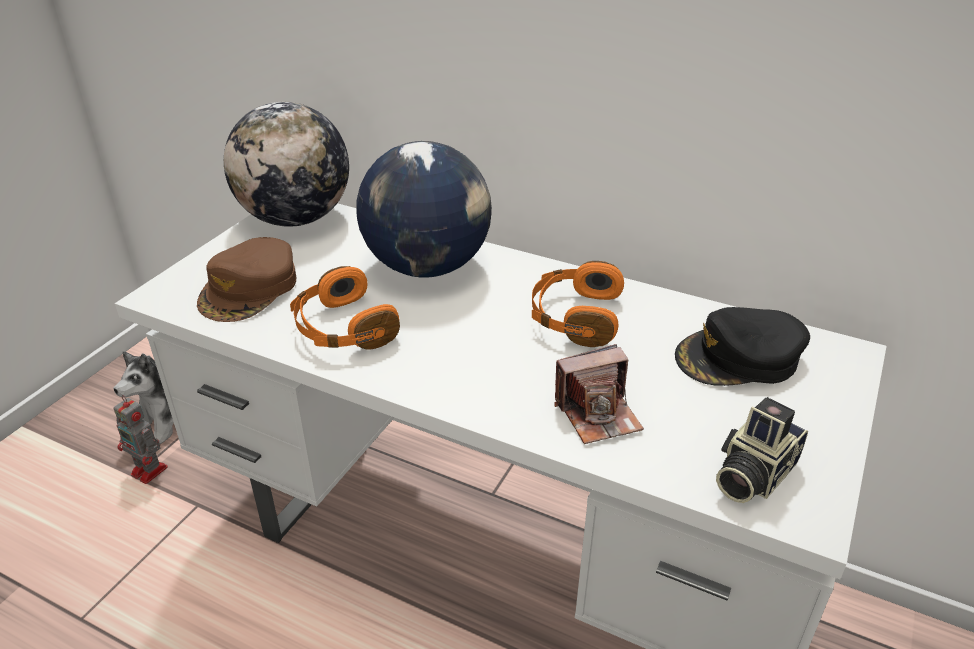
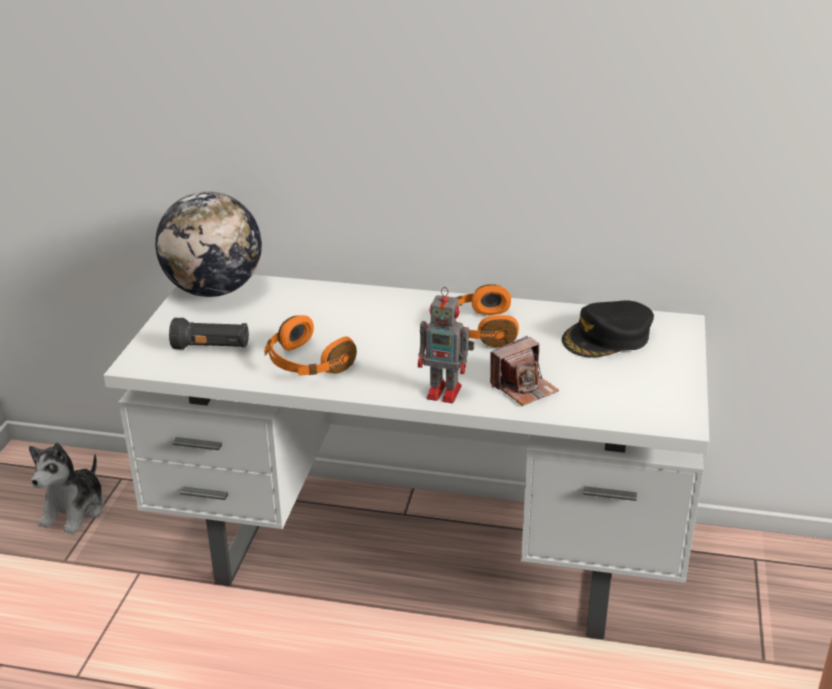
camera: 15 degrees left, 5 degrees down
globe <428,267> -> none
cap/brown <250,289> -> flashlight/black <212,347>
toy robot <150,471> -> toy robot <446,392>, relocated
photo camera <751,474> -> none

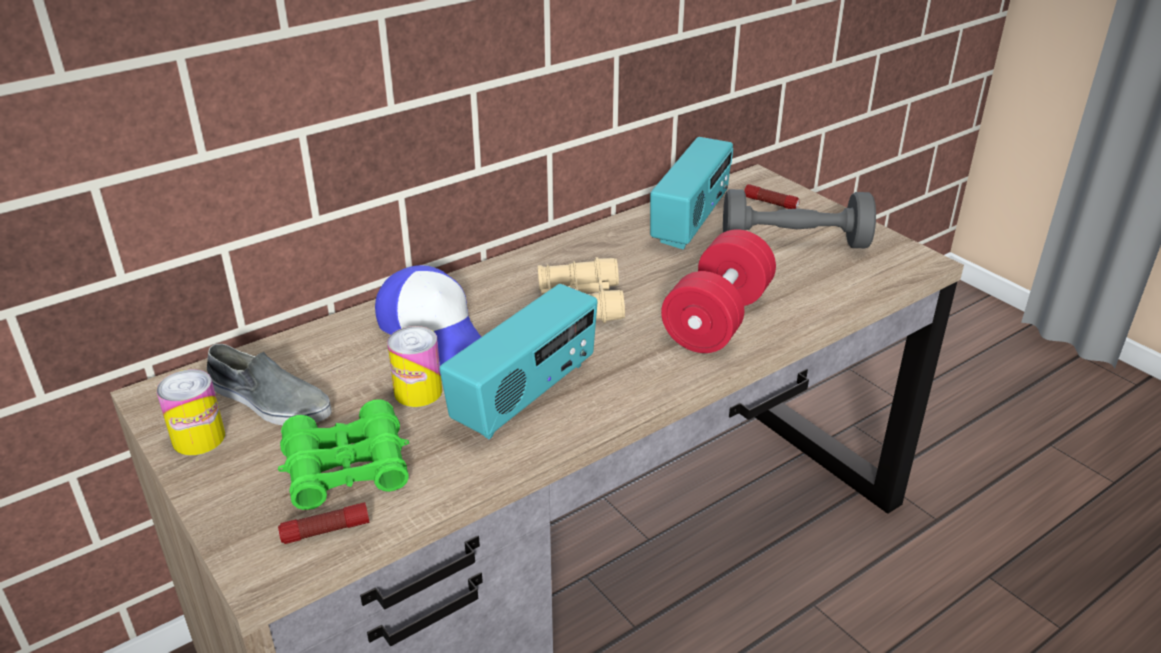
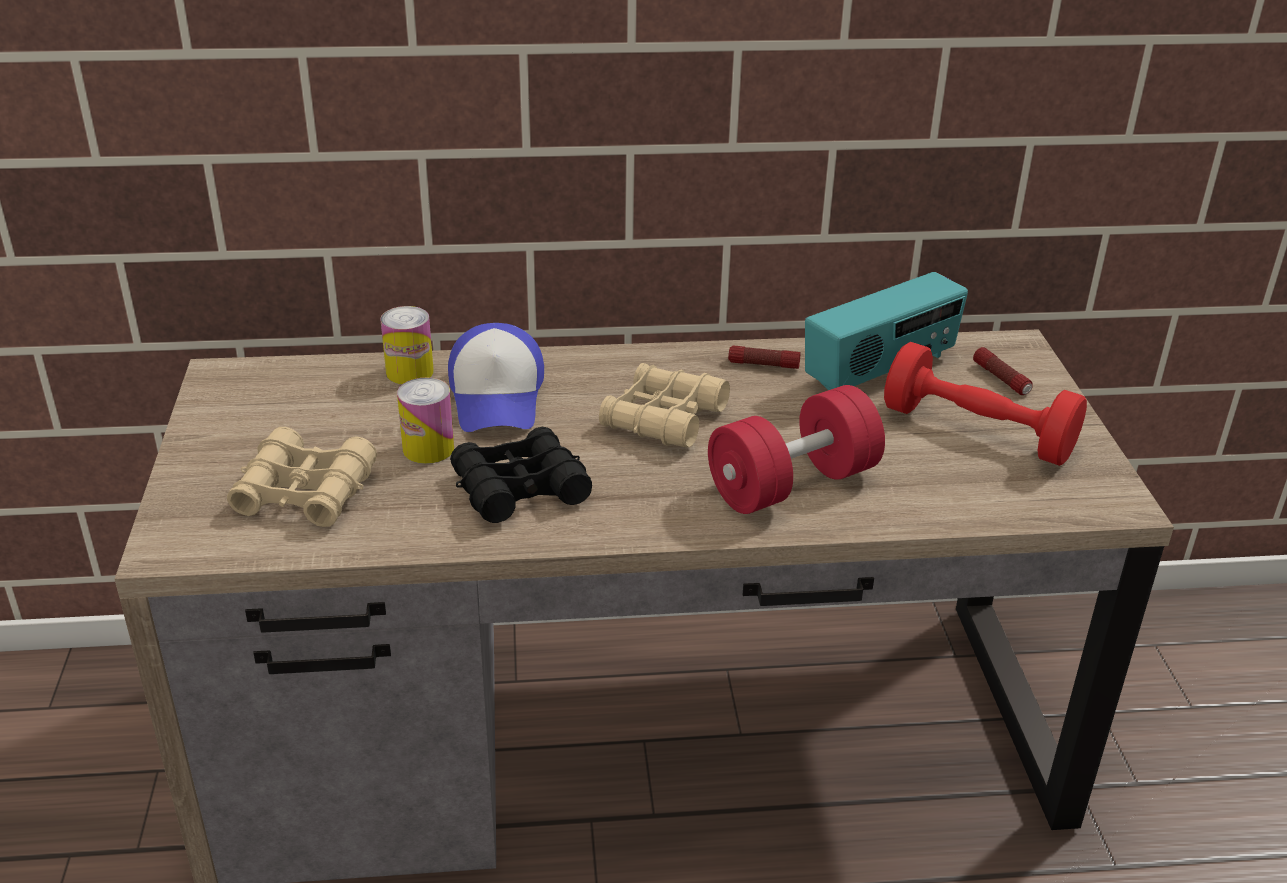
camera: 30 degrees right, 0 degrees up
dumbbell/grey <794,243> -> dumbbell/red <977,432>
radio <526,396> -> binoculars/black <520,488>
shoe/grey <269,401> -> none
can <198,438> -> can <409,372>, relocated
binoculars/green <347,468> -> binoculars/beige <305,493>
flashlight <325,531> -> flashlight <763,365>, relocated

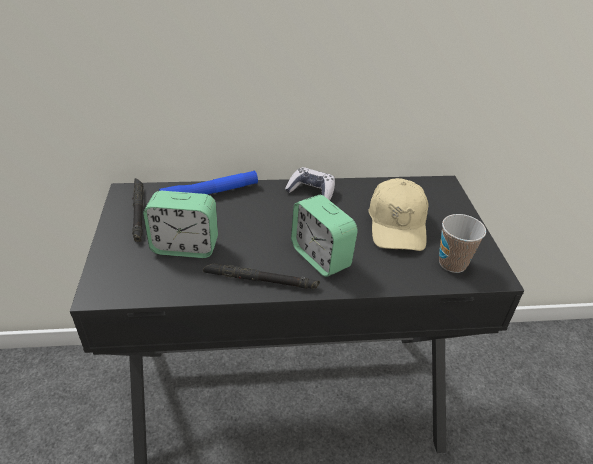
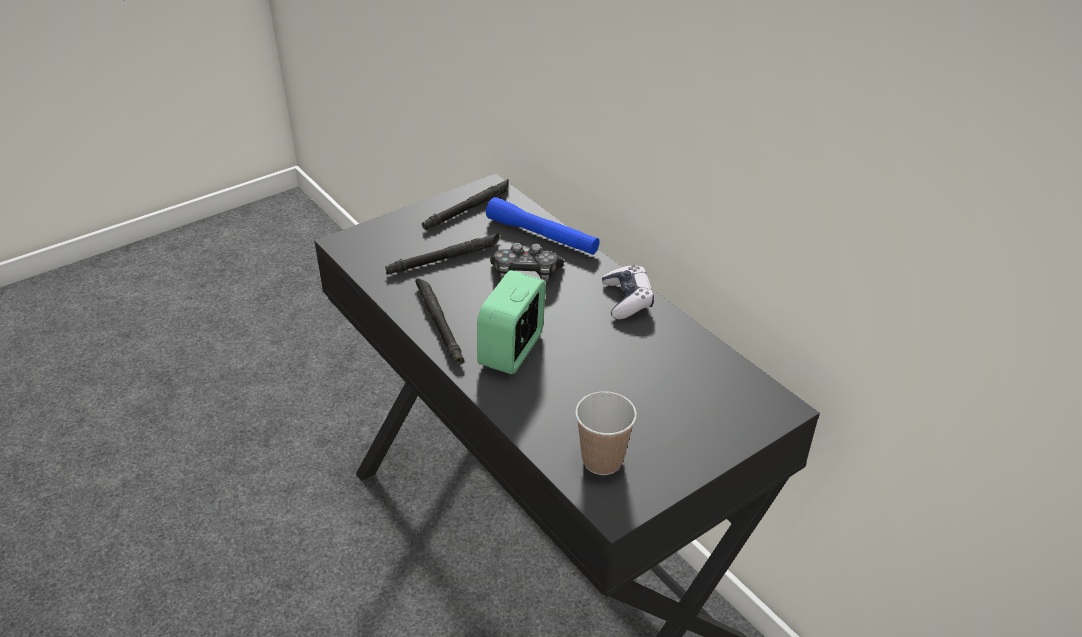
camera: 60 degrees right, 0 degrees up
cap/beige <397,224> -> none
alarm clock <185,247> -> flashlight/black <444,258>
none -> game controller <526,273>

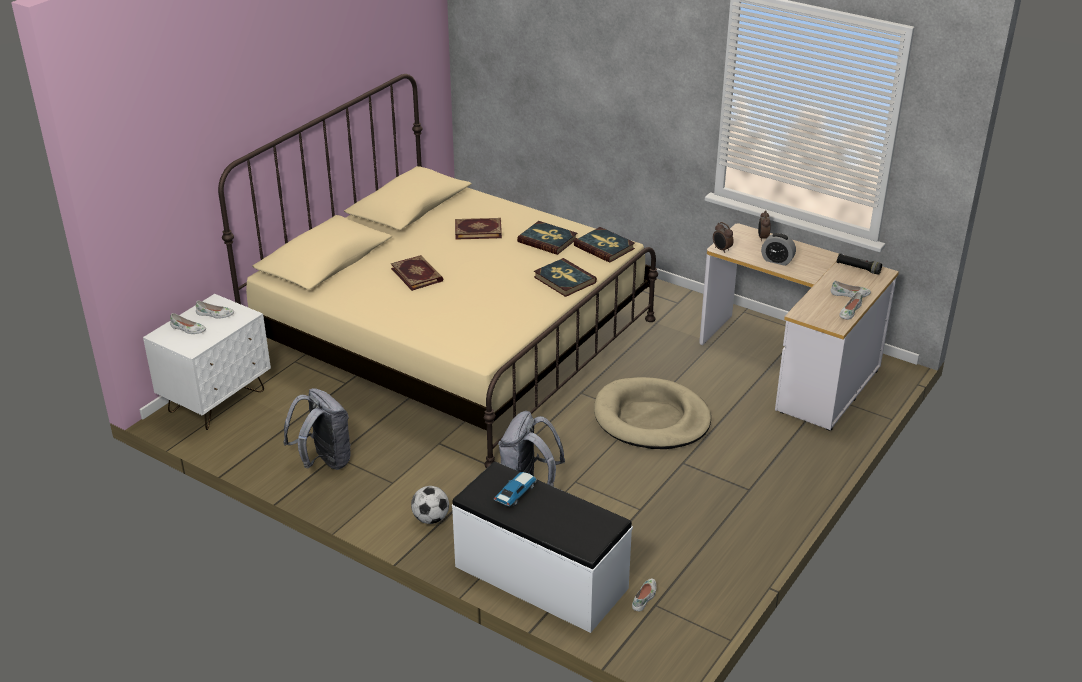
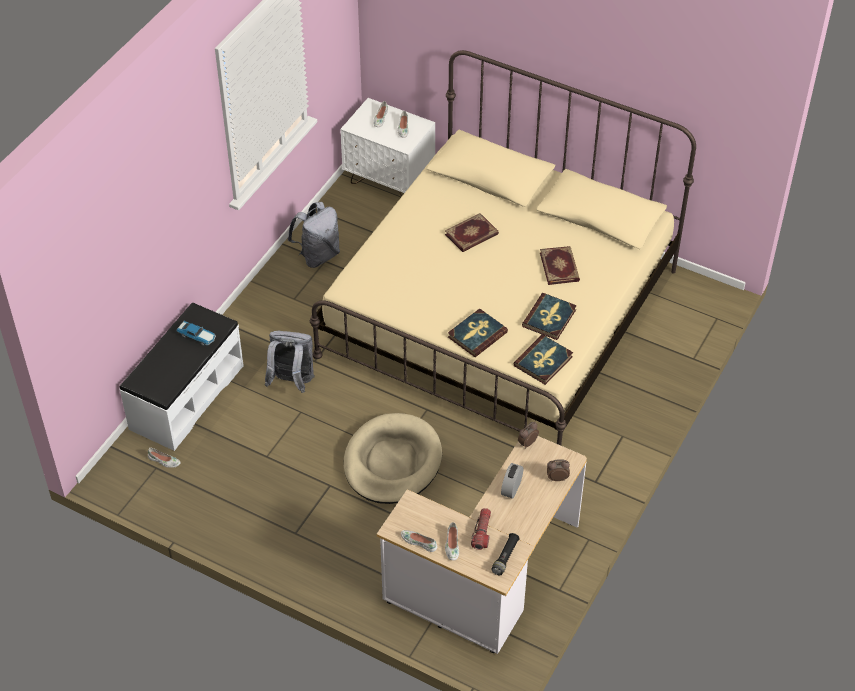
camera: 85 degrees right, 15 degrees up
football <431,519> -> none
none -> flashlight <482,532>

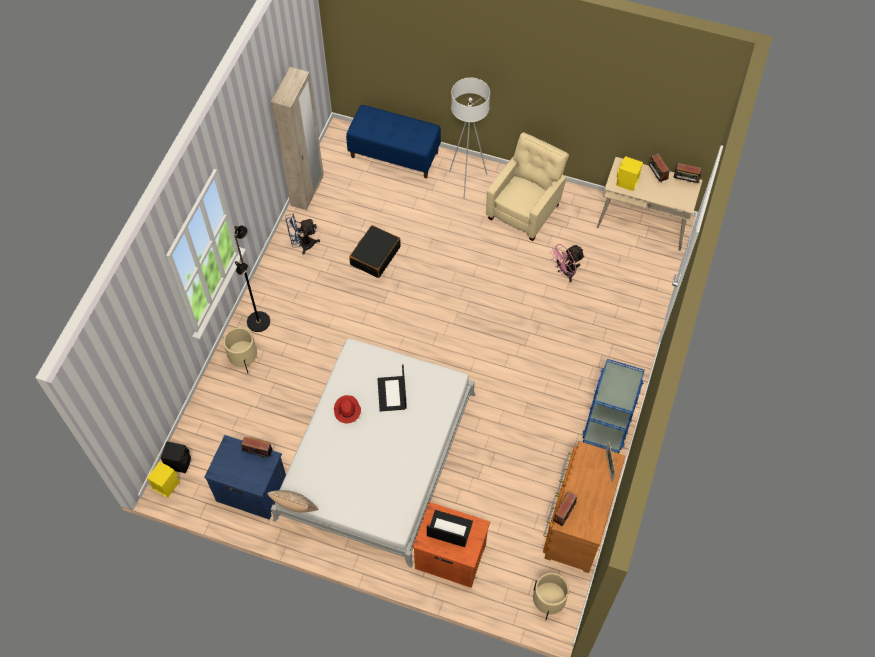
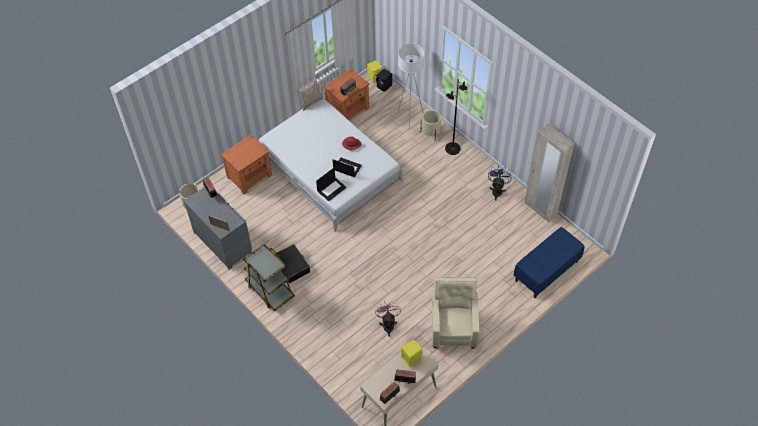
camera: 120 degrees right, 5 degrees down
floor lamp/white <467,181> -> floor lamp/white <410,117>, relocated
armchair/beige <525,210> -> armchair/beige <453,327>, 150 degrees counterclockwise
suitcase/black <375,255> -> suitcase/black <292,266>, relocated
cart/blue <608,421> -> cart/brown <270,290>
nightstand/blue <251,489> -> nightstand/orange <348,109>
dresser/brown <576,523> -> dresser/grey <223,241>
laptop <449,529> -> laptop <331,189>, relocated

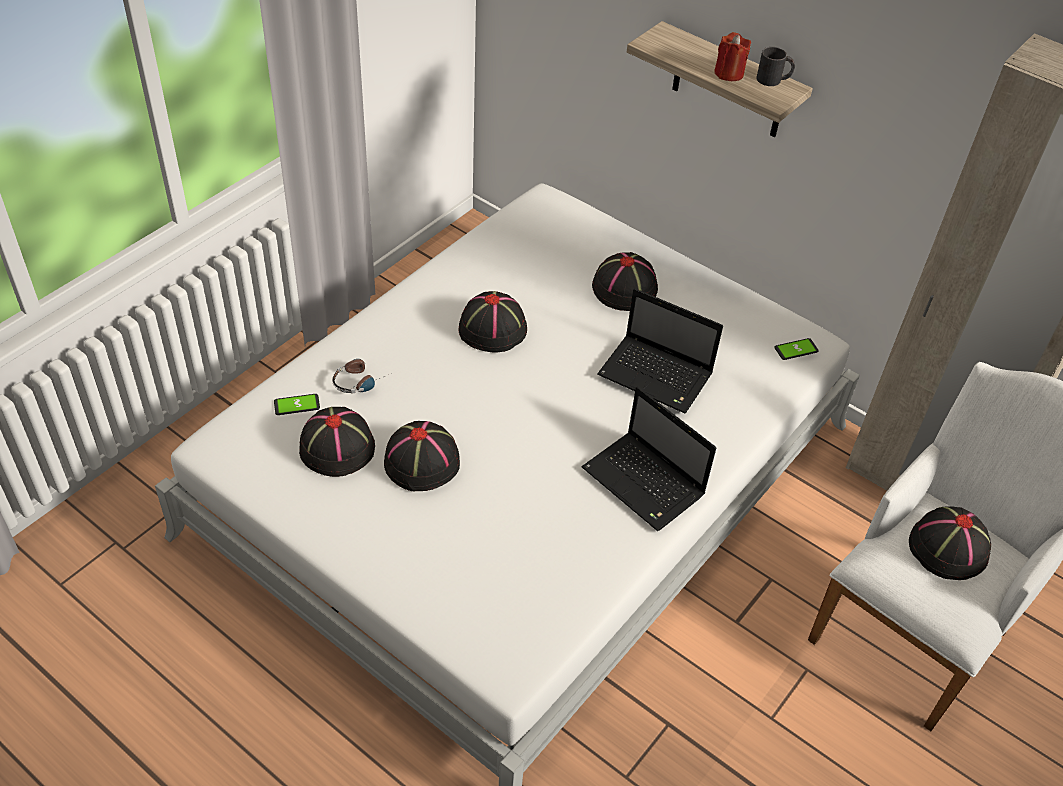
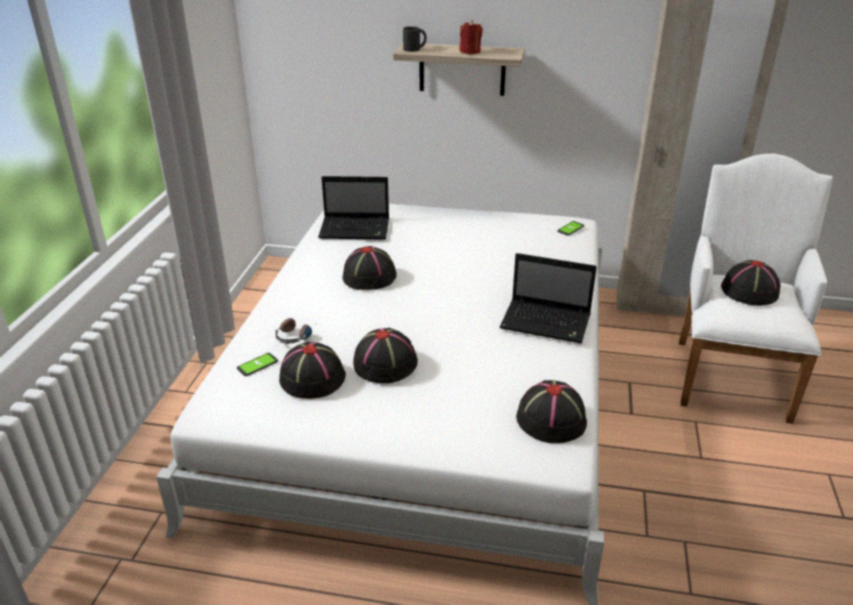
camera: 25 degrees left, 15 degrees down
mug/black <774,80> -> mug/black <415,49>, relocated
hat/black <625,288> -> hat/black <551,419>, relocated
laptop <657,376> -> laptop <356,229>, relocated

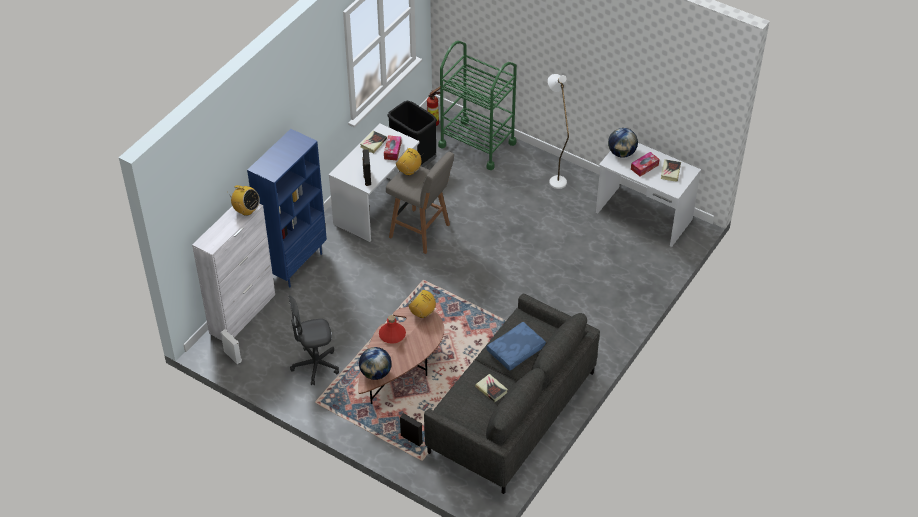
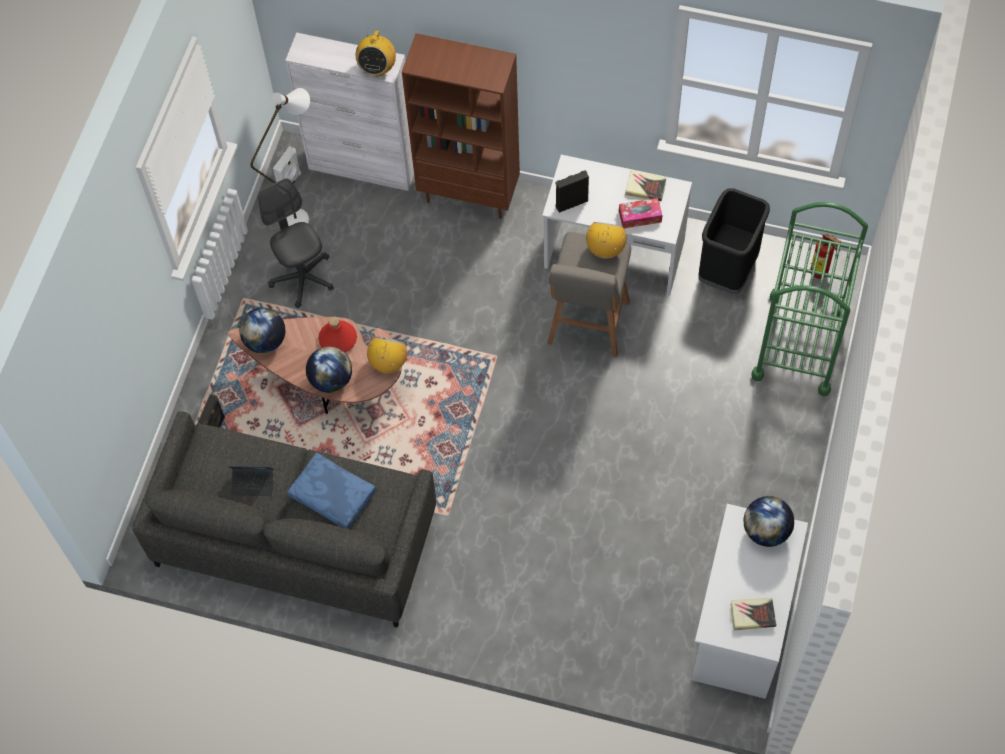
camera: 75 degrees right, 15 degrees up
floor lamp/white <555,178> -> floor lamp/white <304,215>, relocated
bookcase/blue <295,264> -> bookcase/brown <469,194>
tissue box <644,167> -> none
book <491,389> -> laptop <253,484>
none -> globe <331,380>

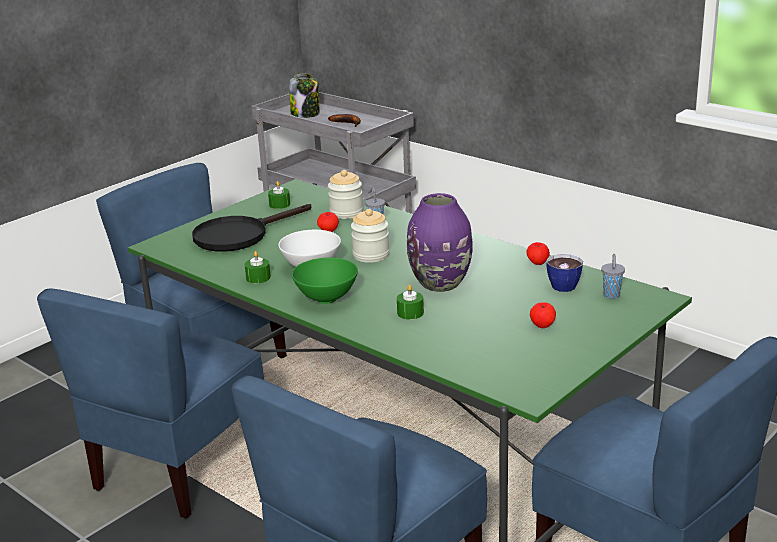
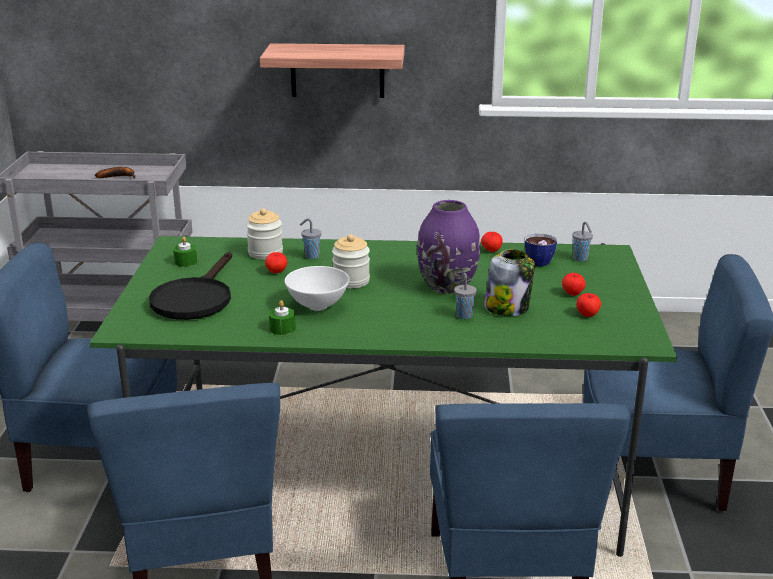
camera: 40 degrees left, 0 degrees up
jar <306,114> -> jar <507,308>, relocated
bowl/green <326,299> -> none
candle/green <410,313> -> cup/grey <464,315>
none -> shelf <337,70>
none -> apple <587,314>

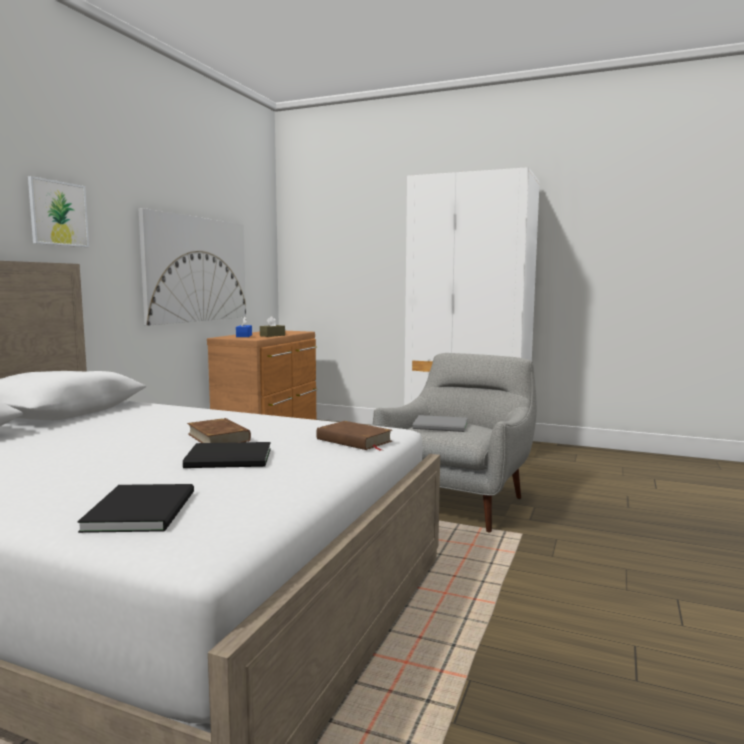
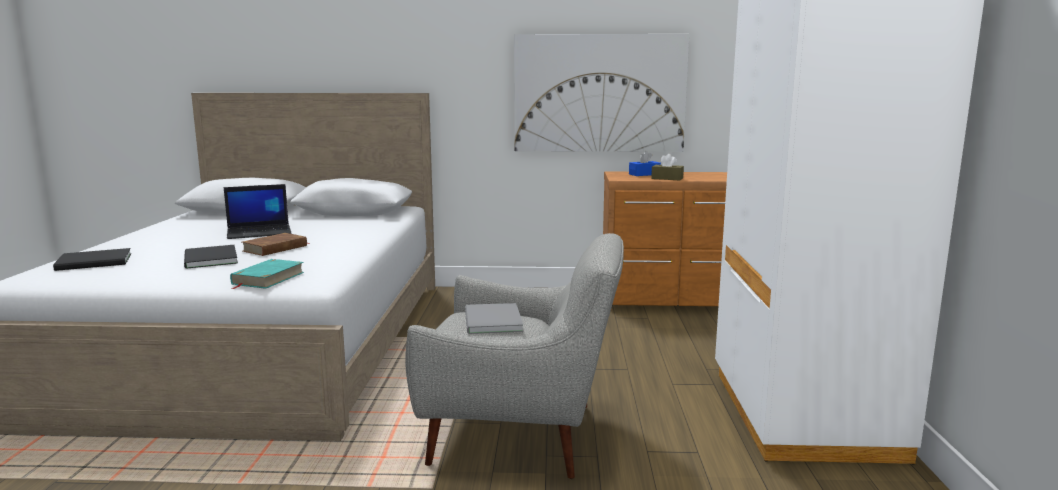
camera: 70 degrees right, 5 degrees up
picture <58,213> -> none
book/brown <354,440> -> book/turquoise <268,278>
none -> laptop <260,232>

